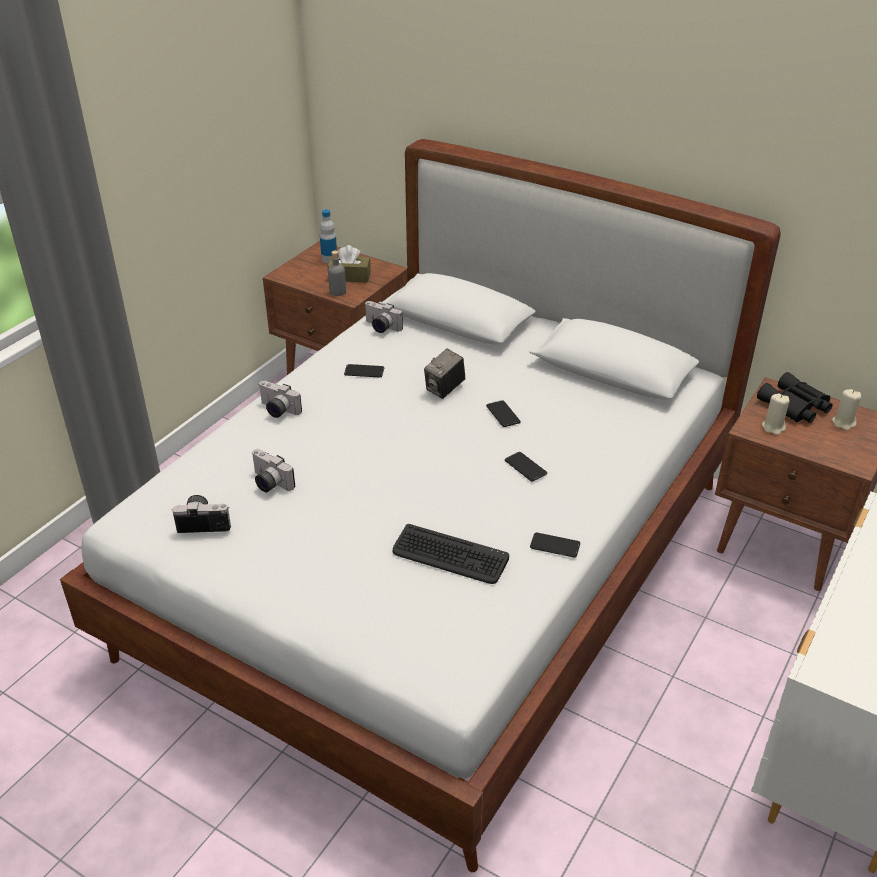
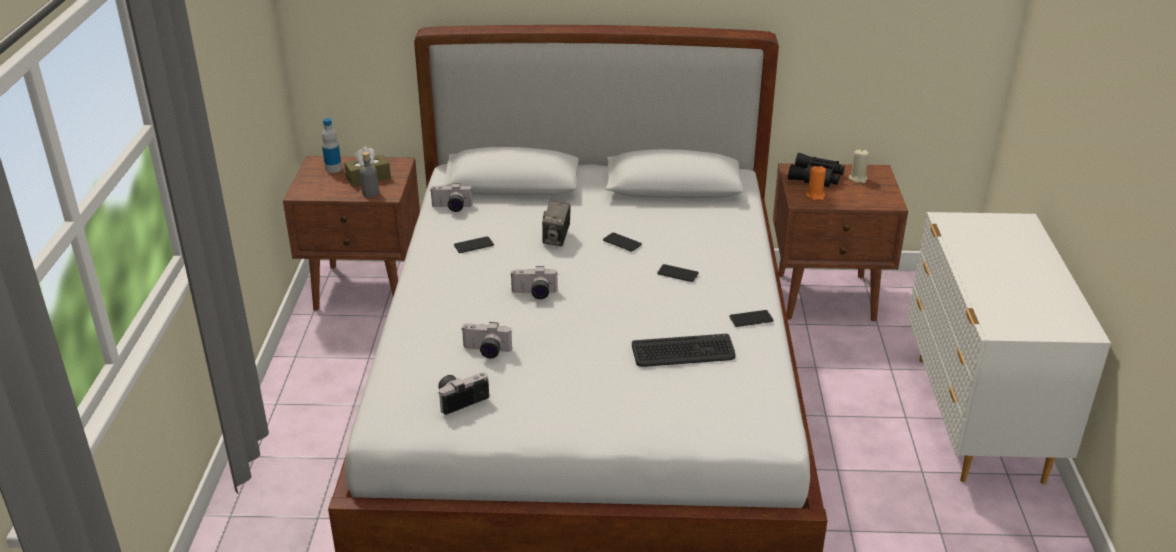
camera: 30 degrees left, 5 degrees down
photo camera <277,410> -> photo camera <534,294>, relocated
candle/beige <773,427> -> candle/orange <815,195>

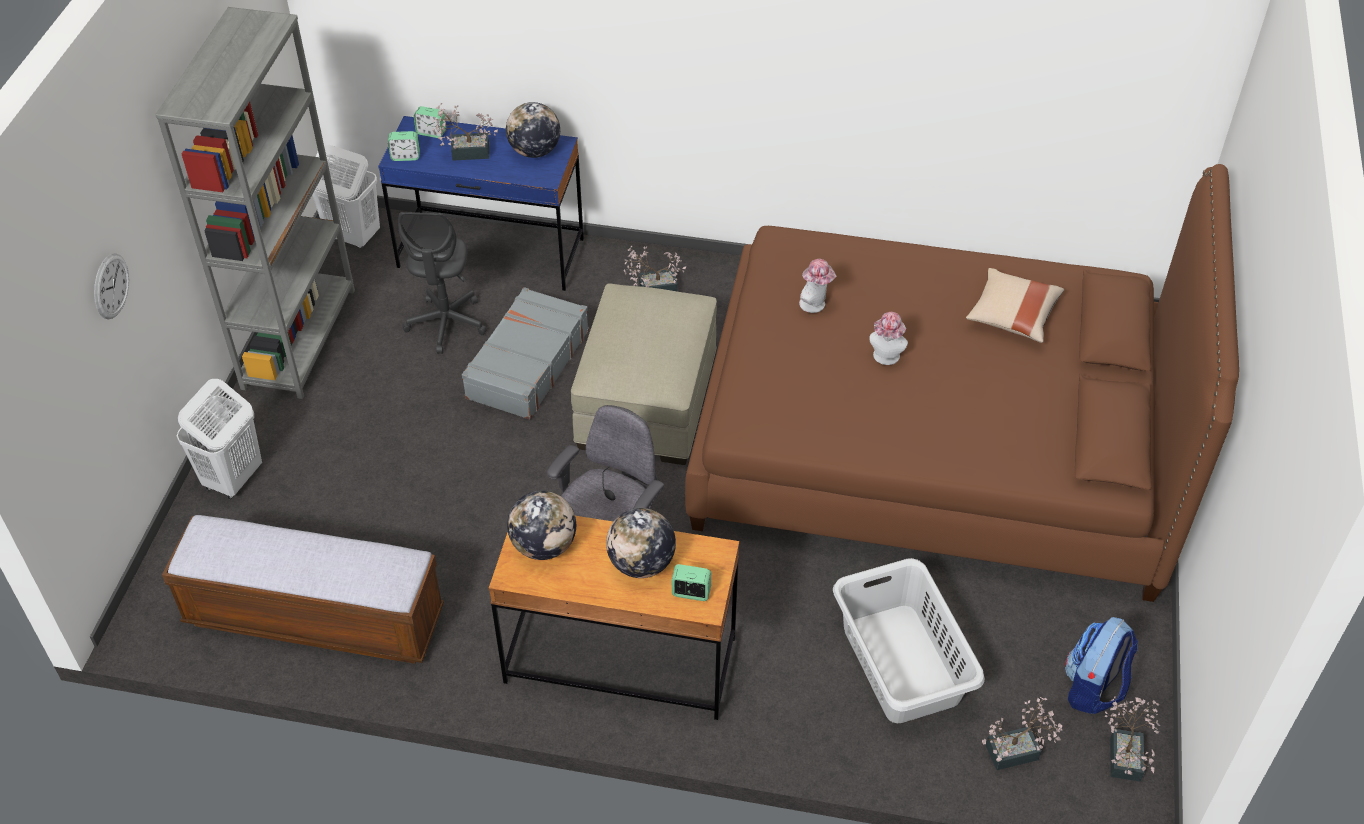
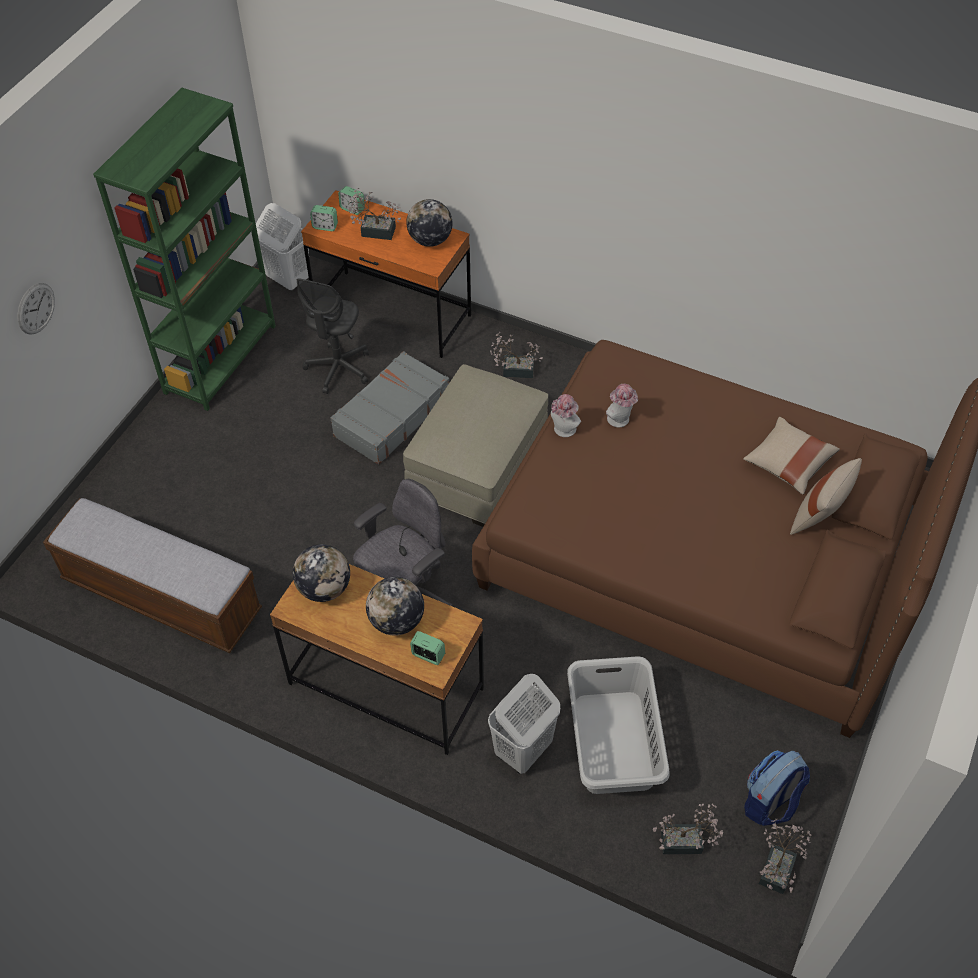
camera: 15 degrees right, 5 degrees up
bookcase/grey <299,338> -> bookcase/green <221,359>
desk/blue <491,253> -> desk/orange <392,314>
hat <885,358> -> hat <563,431>, relocated
laundry basket/white <233,479> -> laundry basket/white <522,750>, relocated
none -> pillow/beige <819,517>

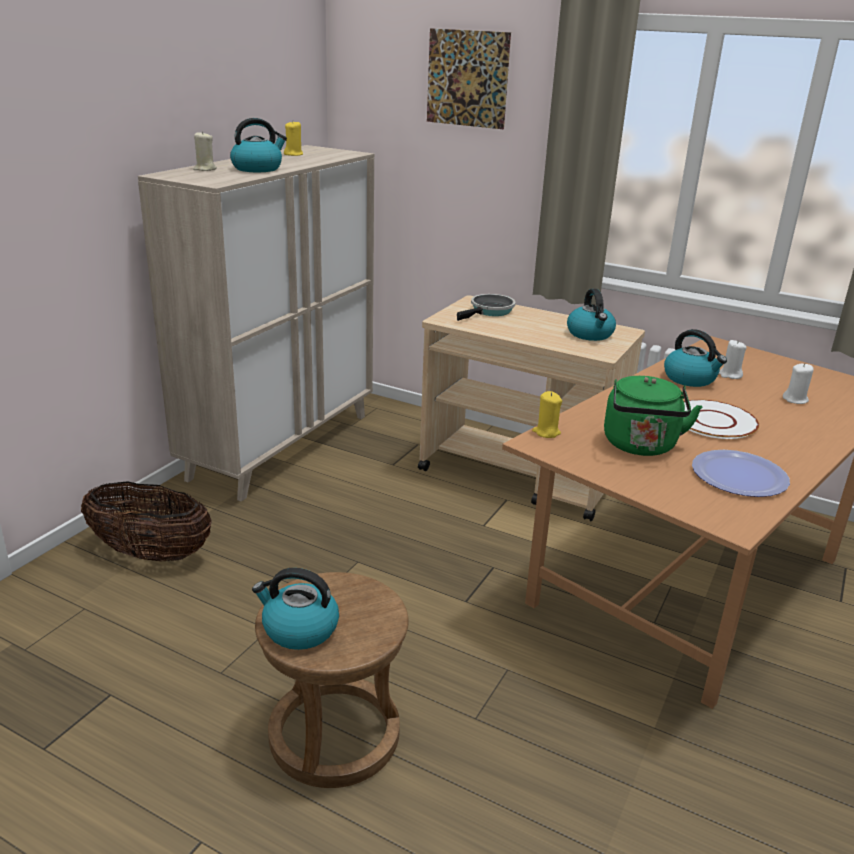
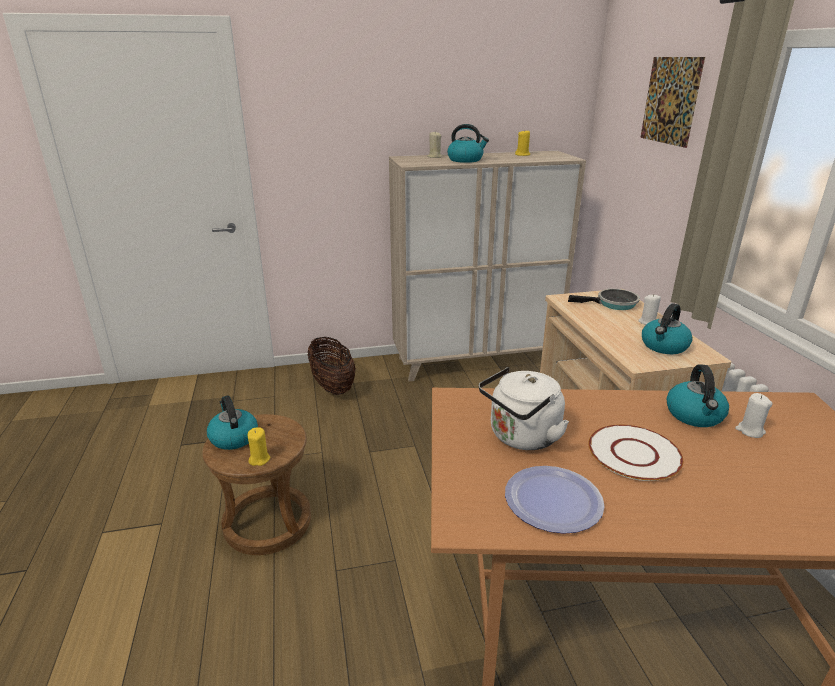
camera: 50 degrees right, 0 degrees up
candle/white <795,400> -> candle/white <648,322>, relocated
kettle/green <641,446> -> kettle/white <521,437>
candle/yellow <546,432> -> candle/yellow <259,459>, relocated

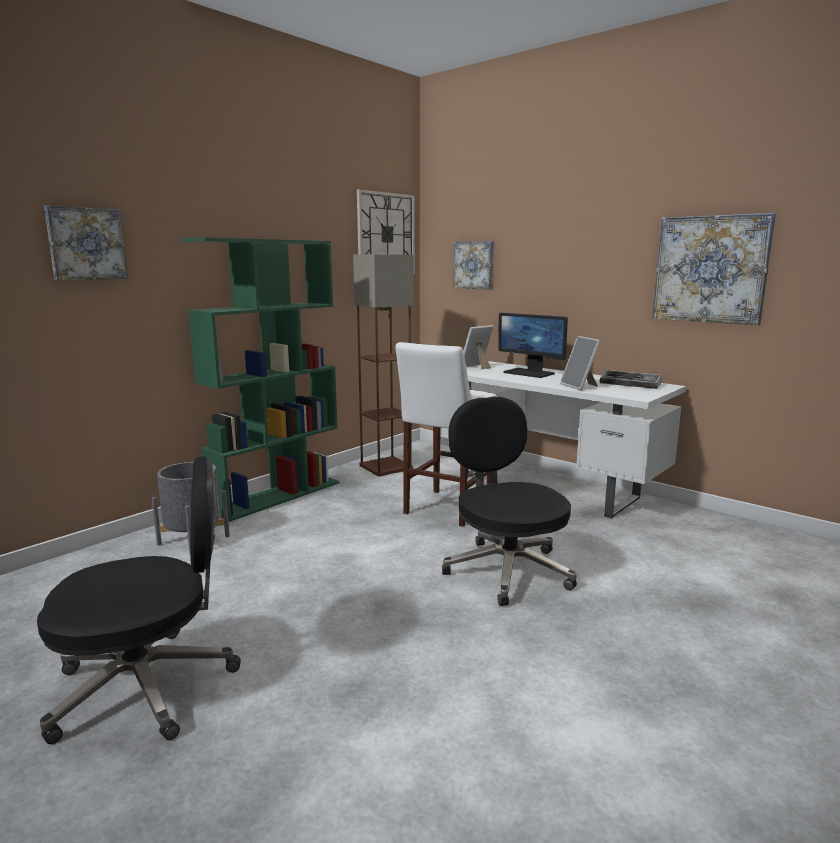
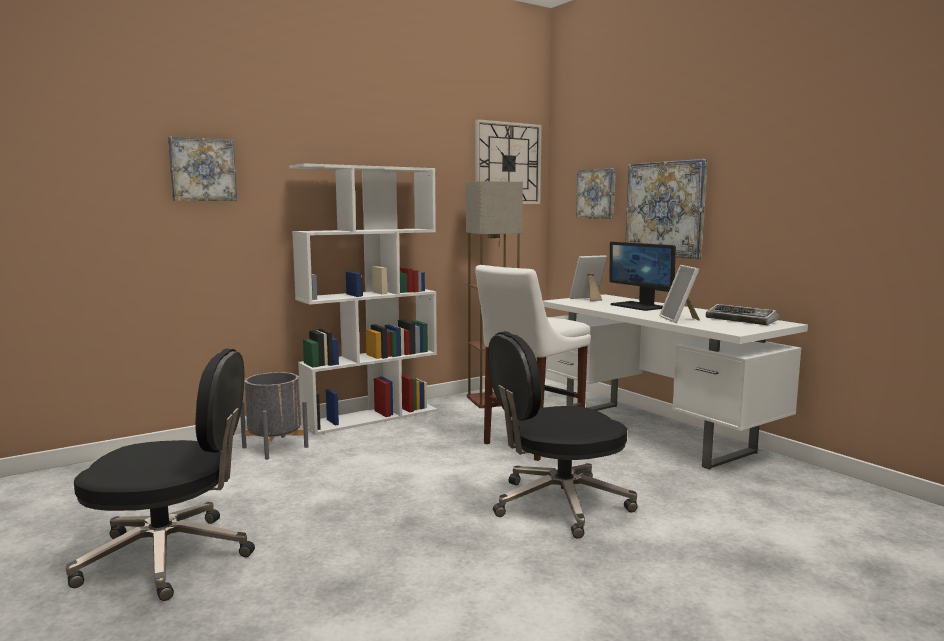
camera: 15 degrees right, 5 degrees down
picture <710,269> -> picture <665,209>, relocated
bookcase/green <277,496> -> bookcase/white <371,417>
office chair/black <506,569> -> office chair/black <558,504>, 105 degrees counterclockwise

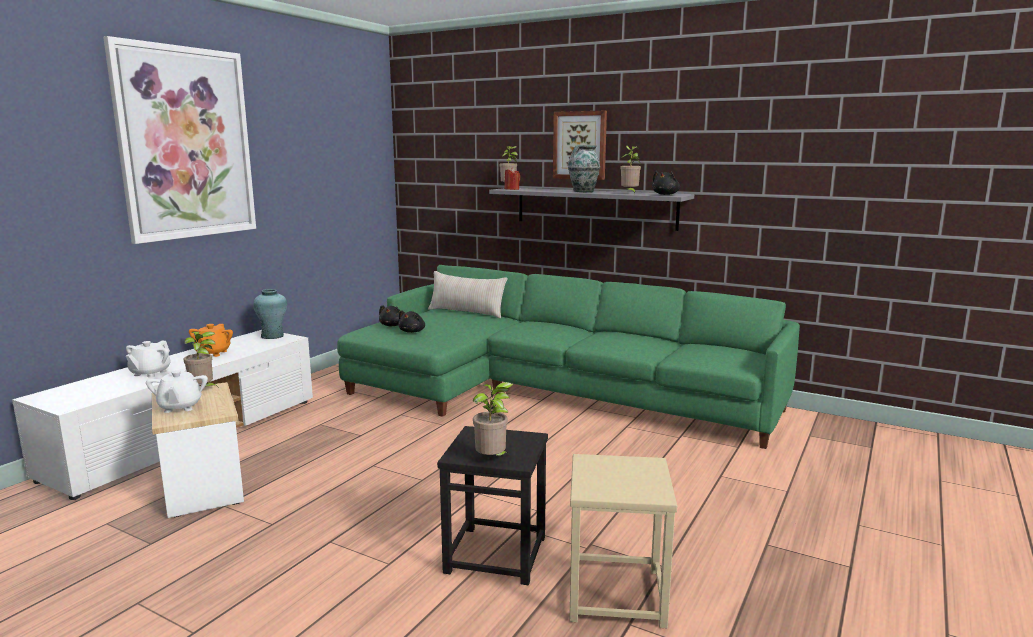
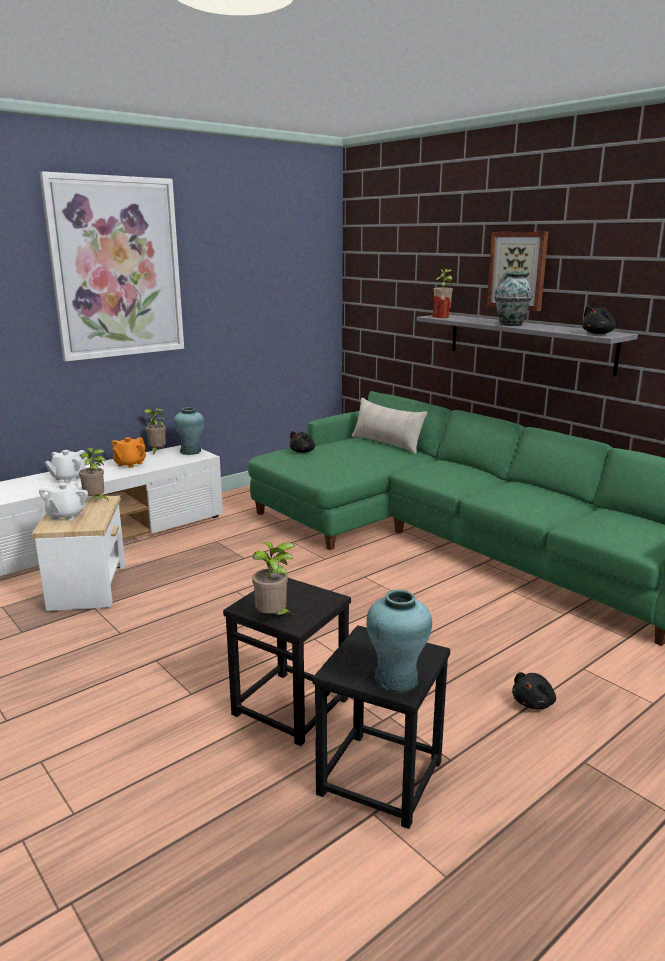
camera: 20 degrees right, 5 degrees up
potted plant <629,193> -> potted plant <157,451>, relocated
plush toy/black <412,331> -> plush toy/black <533,703>, relocated
stool/beige <617,594> -> stool/black <381,778>
none -> vase/turquoise <396,679>

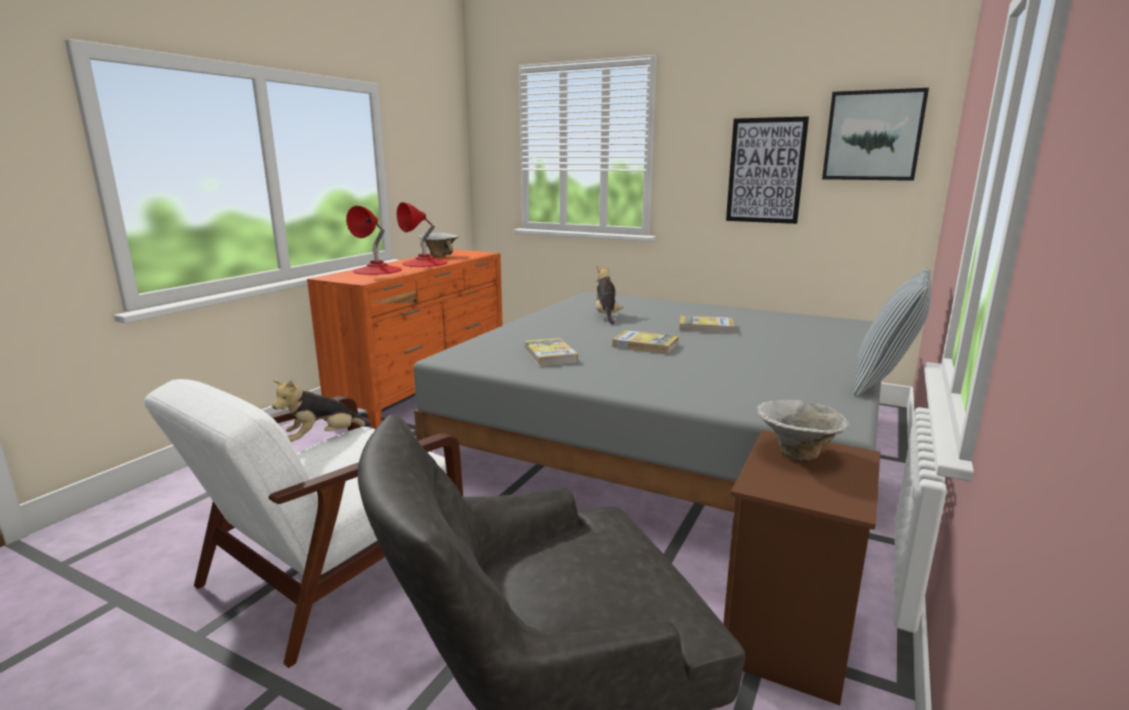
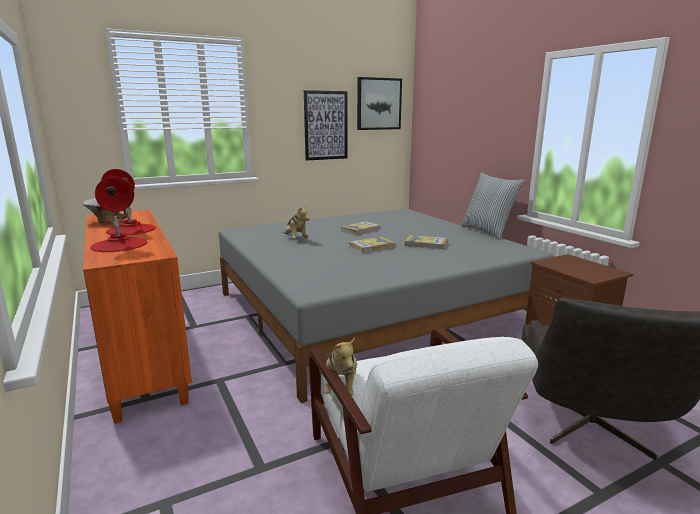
camera: 55 degrees left, 0 degrees up
plush toy <606,316> -> plush toy <295,239>, 150 degrees counterclockwise
book <550,355> -> book <426,244>, relocated
bowl <797,454> -> none

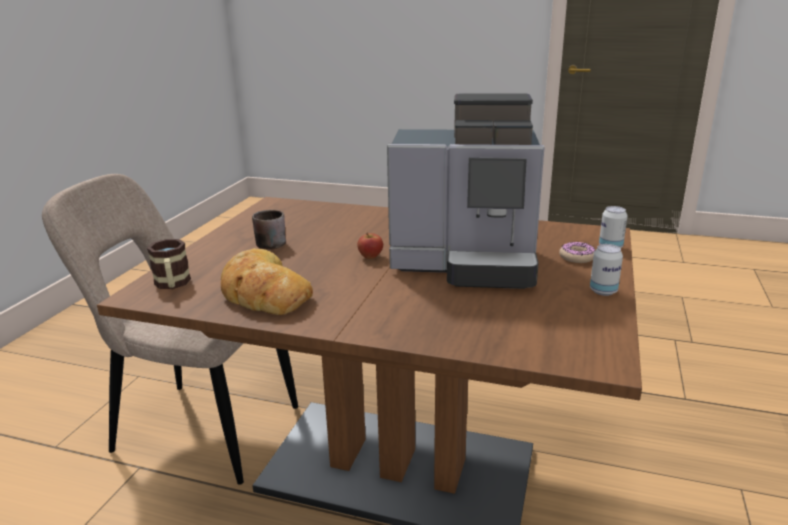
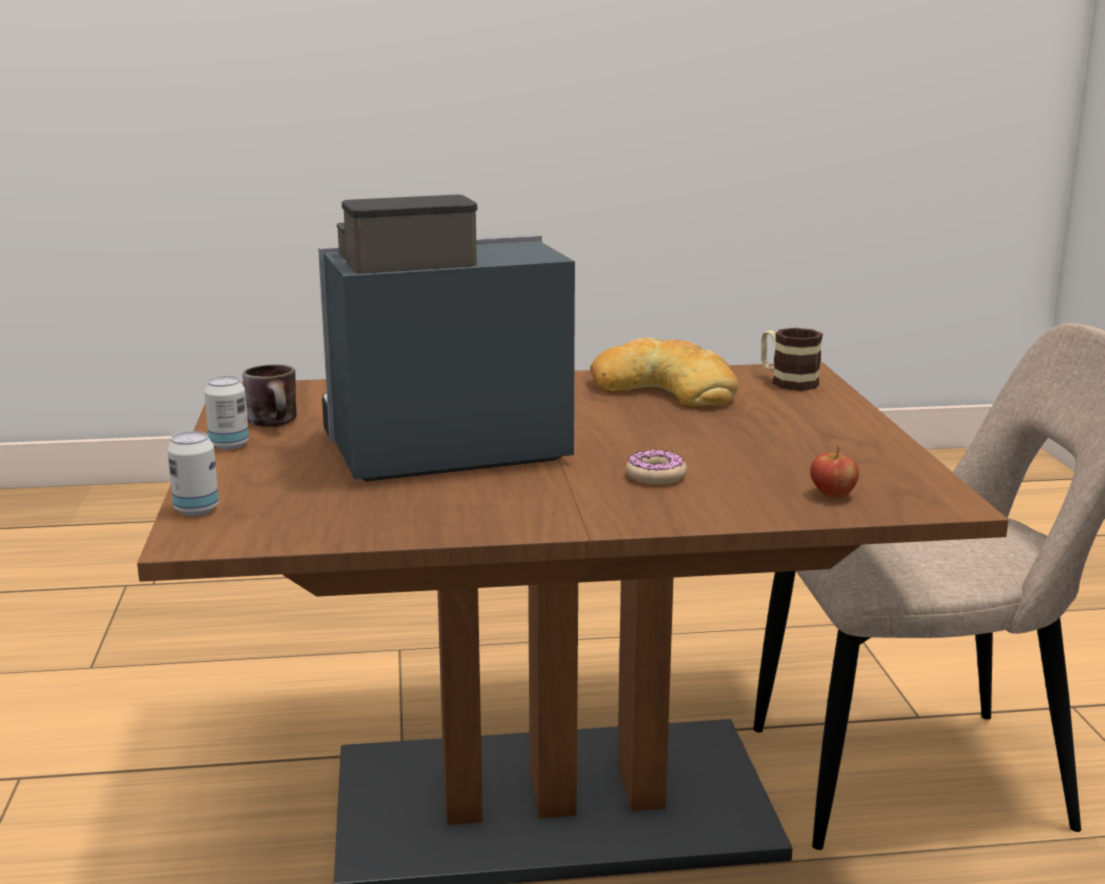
camera: 155 degrees right, 5 degrees down
mug/brown <269,242> -> mug/brown <279,423>, relocated
apple <371,257> -> apple <832,495>, relocated
donut <576,257> -> donut <656,476>, relocated

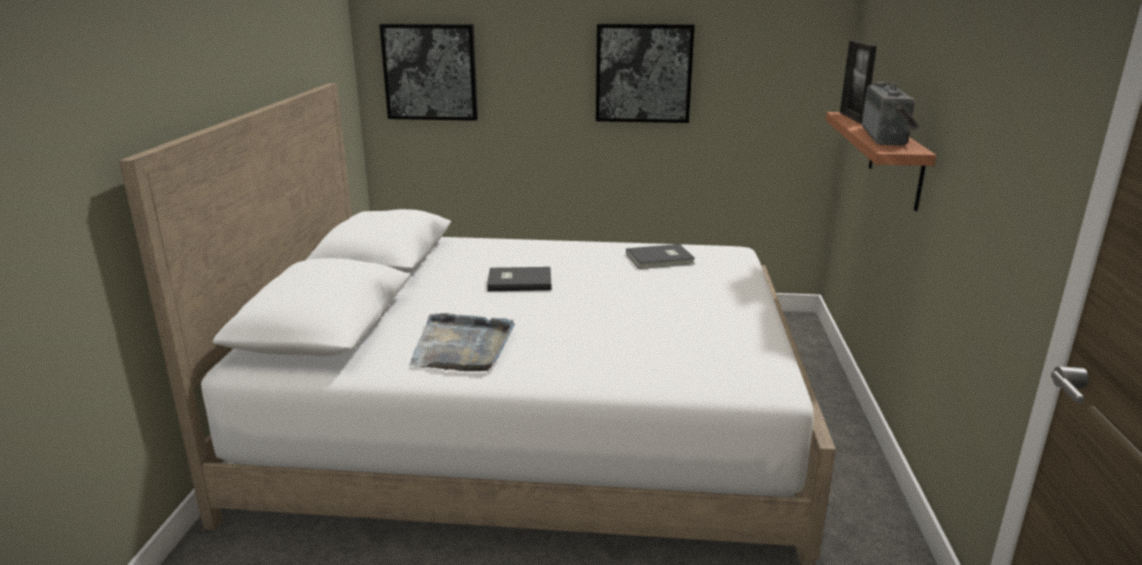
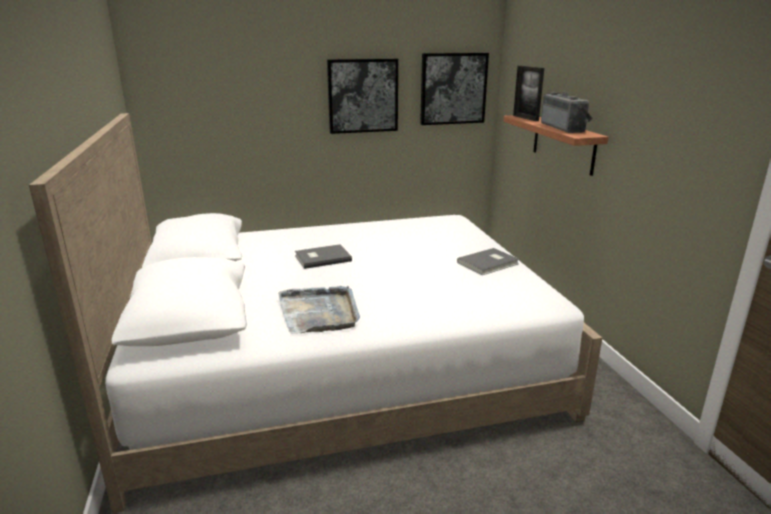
camera: 20 degrees left, 0 degrees up
picture <430,72> -> picture <453,88>, relocated
book/grey <661,259> -> book/grey <489,263>, relocated

